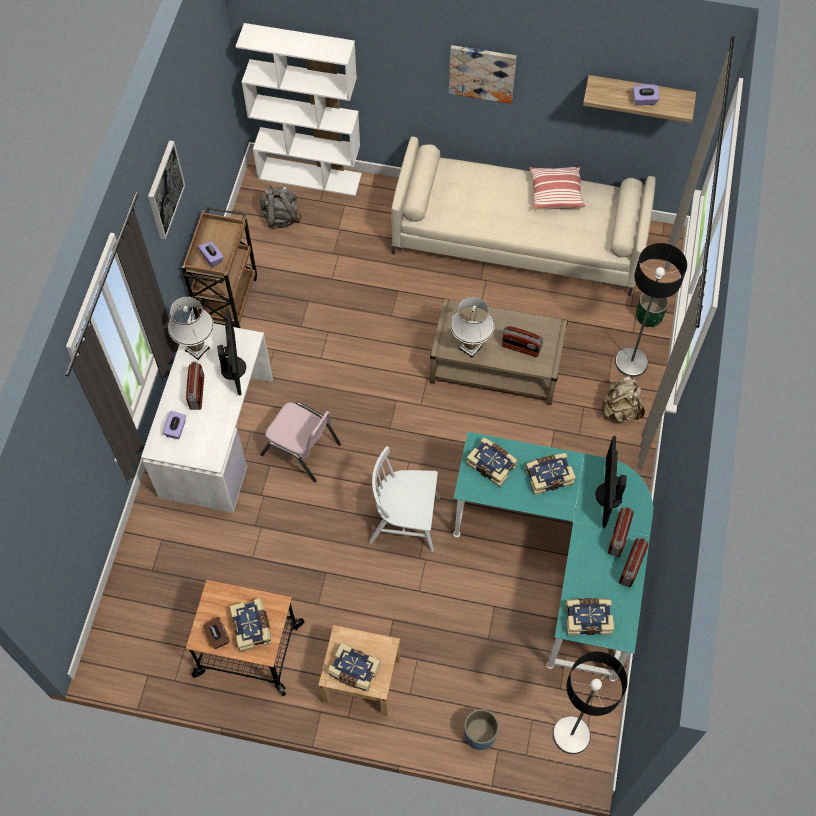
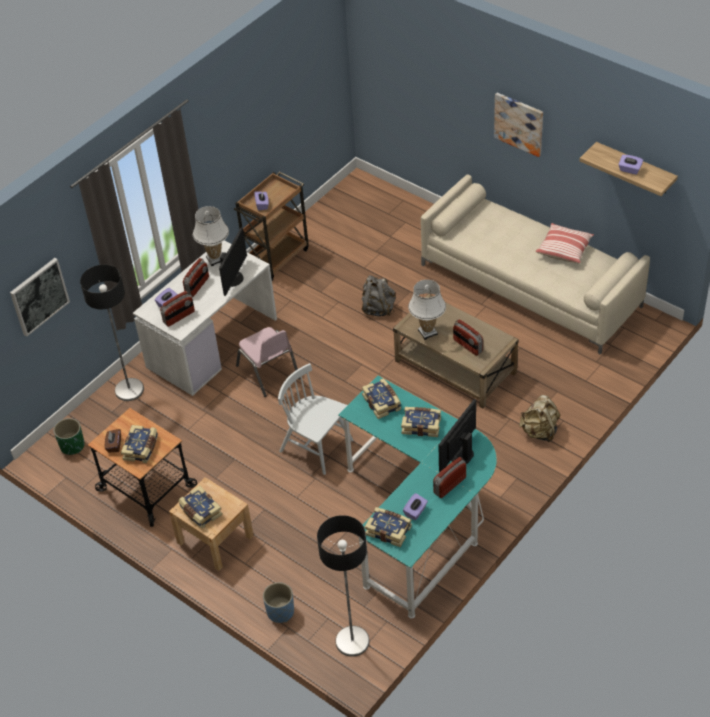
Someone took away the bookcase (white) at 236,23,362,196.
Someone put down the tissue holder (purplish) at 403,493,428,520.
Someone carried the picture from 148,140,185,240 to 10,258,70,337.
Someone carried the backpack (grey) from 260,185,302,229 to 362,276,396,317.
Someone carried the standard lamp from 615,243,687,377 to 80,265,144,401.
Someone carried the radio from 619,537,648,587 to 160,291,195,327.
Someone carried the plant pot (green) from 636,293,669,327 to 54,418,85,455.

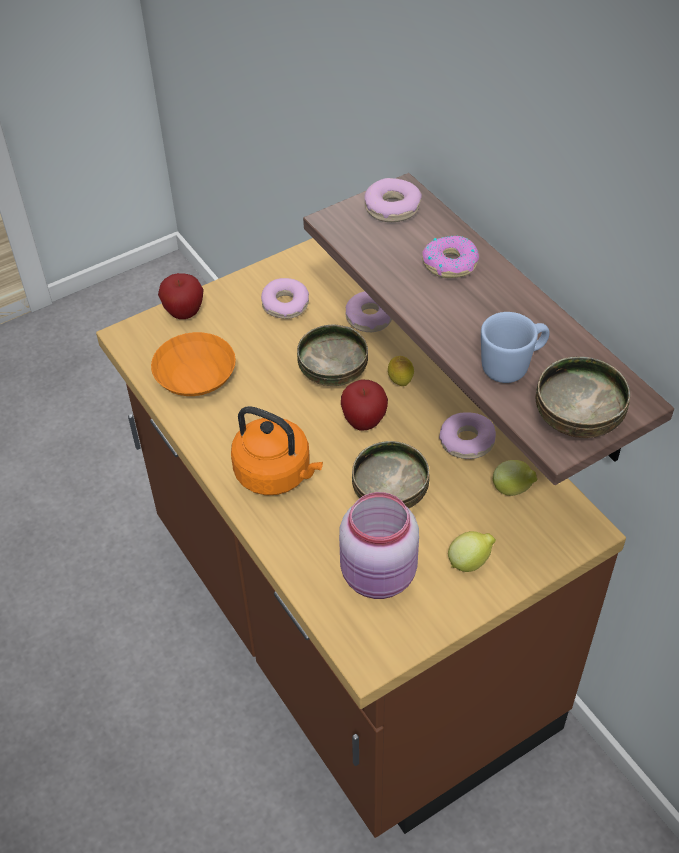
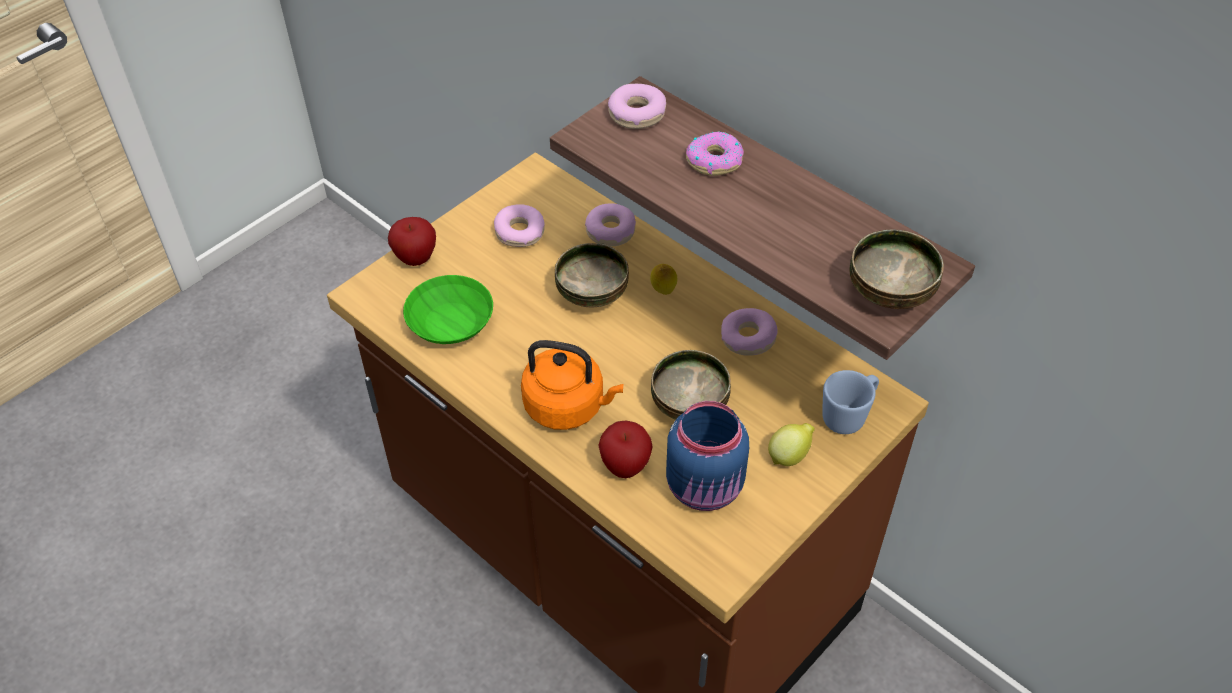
Someone took away the whole lemon at 493,460,537,496.
Someone carried the whole apple from 341,379,388,431 to 598,420,653,478.
Someone carried the tea mug (blue-coloured) from 481,312,550,383 to 822,370,879,434.
Someone repainted the serving bowl (orangey) at 151,332,236,396, which became the serving bowl (green) at 403,275,493,344.
Someone repainted the preserve jar (pink-coloured) at 339,492,419,599, which became the preserve jar (blue-coloured) at 666,401,749,511.

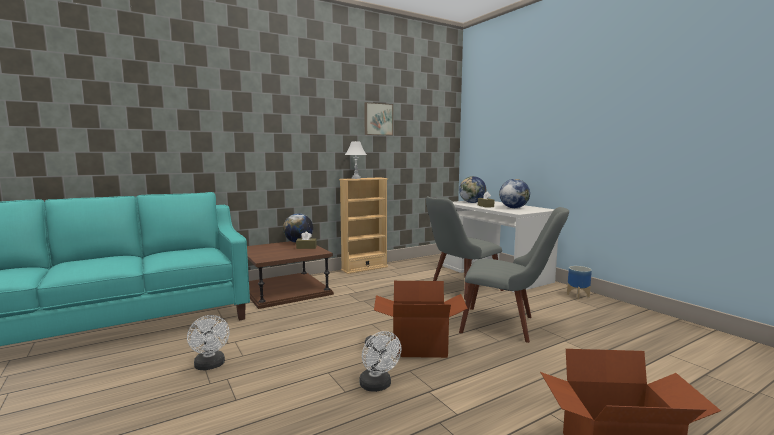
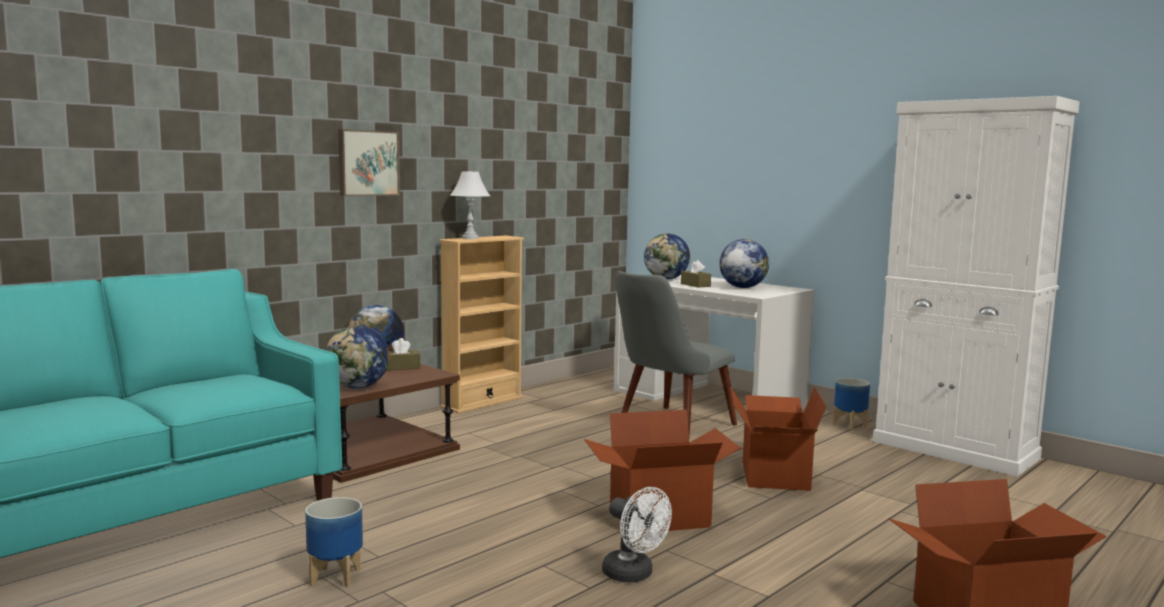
Someone put down the world globe at 325,325,390,389.
Someone put down the cupboard (white) at 873,96,1080,477.
Someone carried the picture from 364,102,393,135 to 338,129,400,196.
Someone swapped the fan (white) at 187,315,230,370 for the plant pot at 305,497,363,588.
Someone swapped the plain chair (grey) at 459,207,569,343 for the carton at 730,386,827,491.

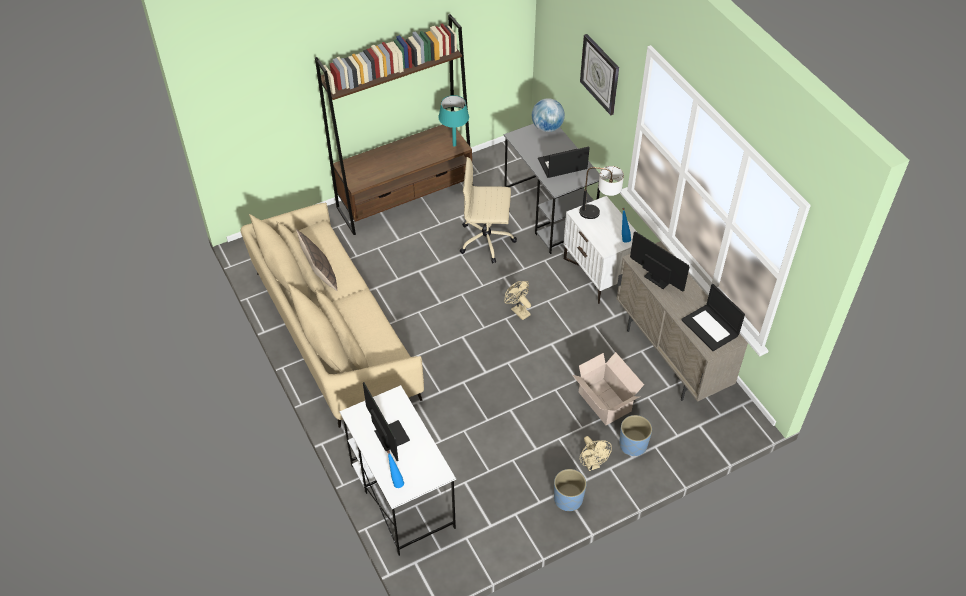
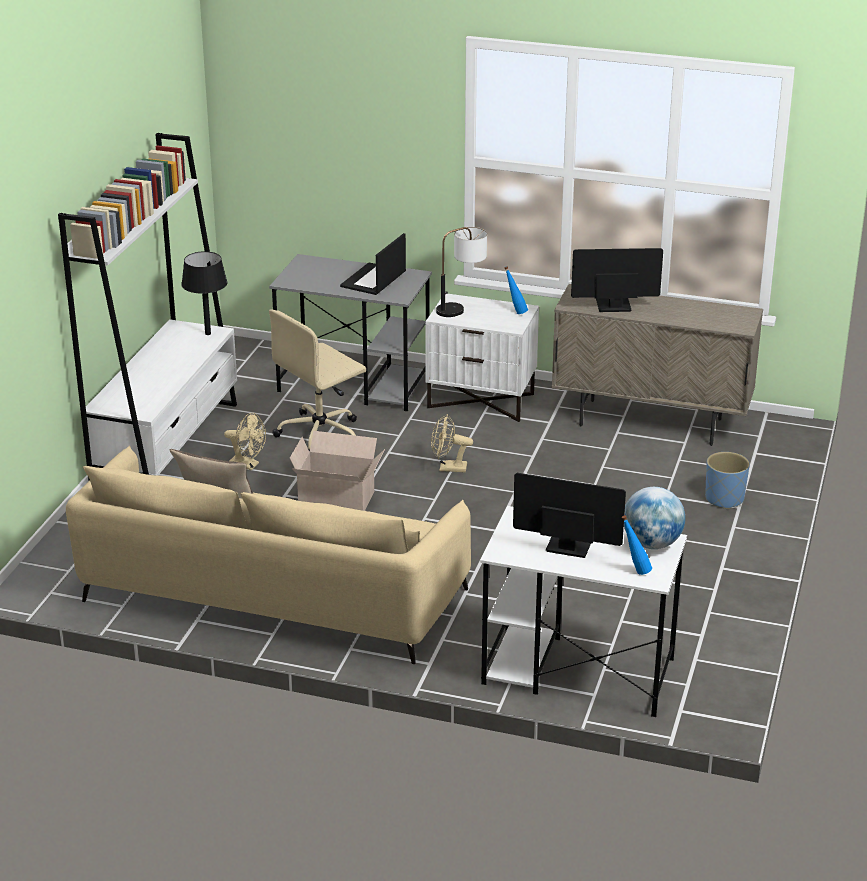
Someone took away the plant pot (blue-coloured) at 554,469,586,511.
Someone took away the clock on the wall at 580,34,619,116.
Someone took away the notebook computer at 681,284,745,351.
Someone carried the world globe from 532,98,565,132 to 624,487,685,549.
Someone carried the carton from 572,352,644,425 to 290,431,385,511.
Someone carried the fan (sand-coloured) from 580,436,612,471 to 224,413,266,471.
Someone repainted the bookcase (brown-coloured) at 315,14,472,235, which became the bookcase (white) at 58,133,237,481.
Someone repainted the lamp for a table (turquoise) at 438,95,469,147, which became the lamp for a table (black-coloured) at 181,251,227,335.

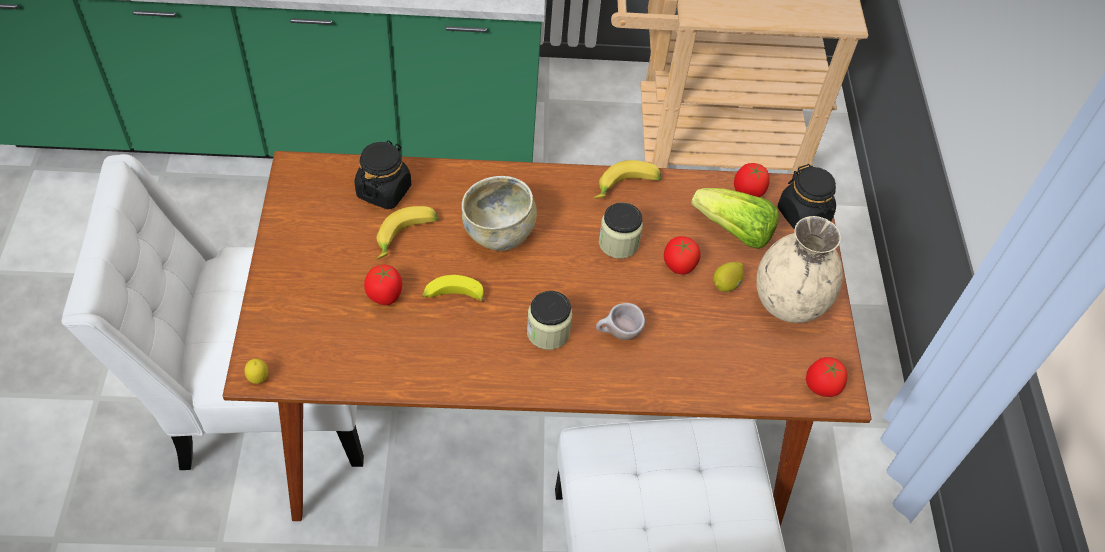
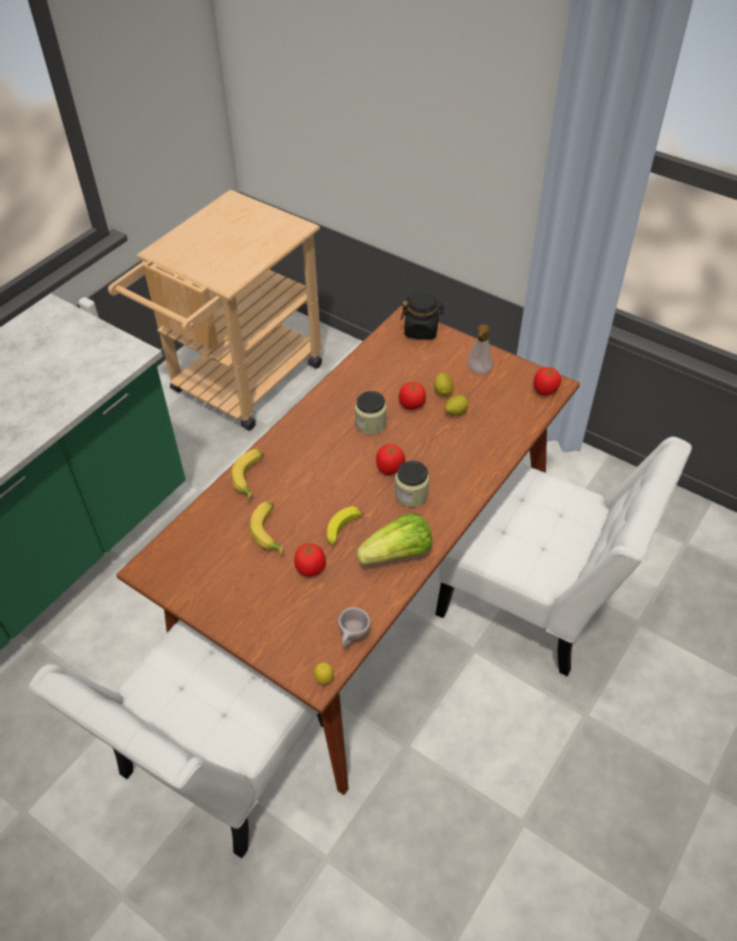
Someone took away the preserve jar (black-coloured) at 354,140,411,209.
Someone took away the serving bowl (sand-coloured) at 462,176,537,251.
Someone put down the whole lemon at 444,395,468,416.
Someone carried the whole banana from 594,160,661,199 to 231,449,264,500.
Someone carried the small cup (sand-coloured) from 596,303,645,340 to 338,607,371,648.
Someone carried the lettuce from 691,188,779,249 to 356,513,432,565.
Someone carried the fresh tomato from 734,163,770,197 to 376,444,405,475.
Someone swapped the flower vase (sand-coloured) at 756,216,843,323 for the soap bottle at 467,324,492,374.

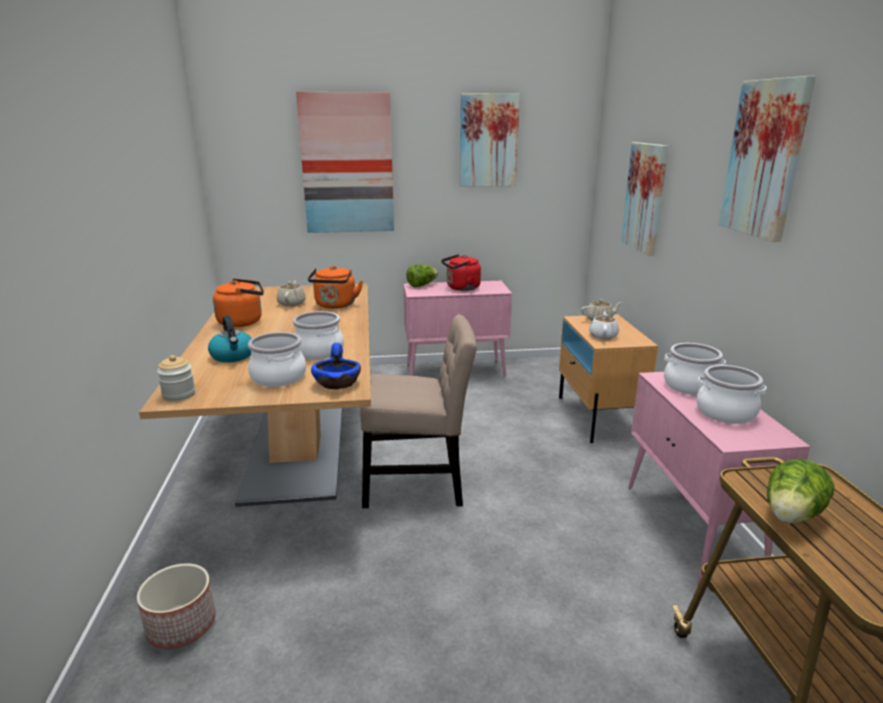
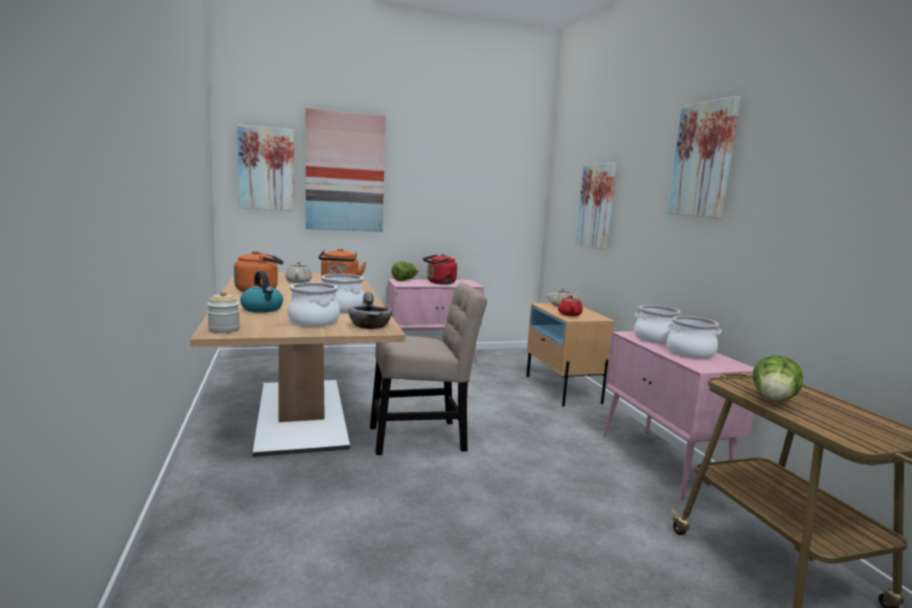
Someone took away the plant pot at 137,563,215,649.
Someone carried the picture from 460,93,520,187 to 237,125,294,211.
Someone repainted the serving bowl (blue-coloured) at 311,343,361,390, which became the serving bowl (grey) at 348,291,392,329.
Someone repainted the tea pot (white) at 589,311,619,339, which became the tea pot (red) at 558,296,583,316.

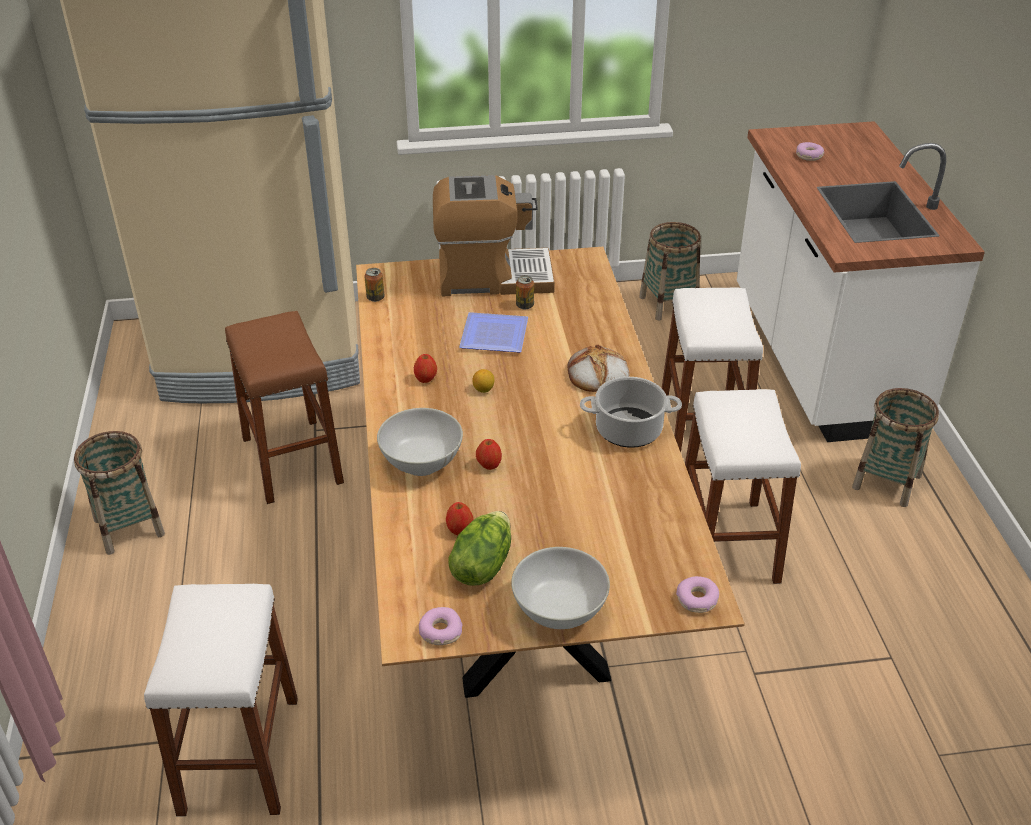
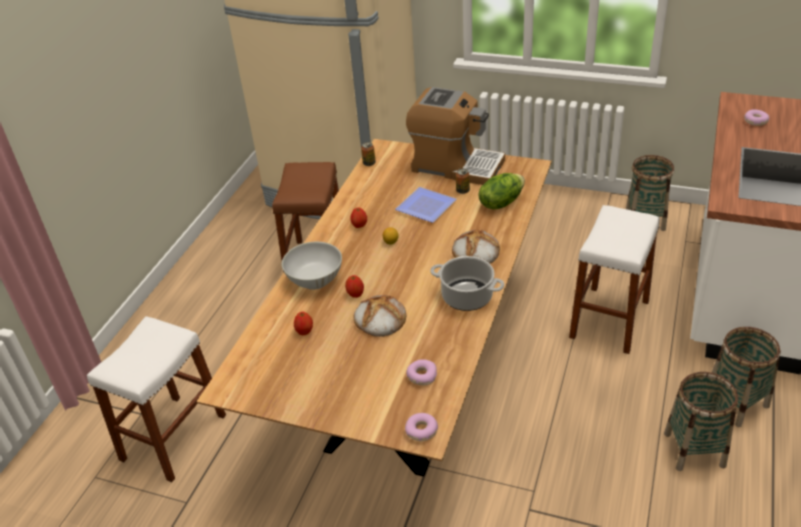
Someone took away the serving bowl (white) at 511,547,610,629.
Someone took away the sitting stool (white) at 685,389,801,584.
Someone put down the bakery bread at 353,295,406,337.
Someone carried the basket from 74,431,165,555 to 664,372,738,471.
Someone carried the doughnut from 419,607,462,645 to 406,359,437,385.
Someone carried the lettuce from 448,511,511,586 to 479,173,525,210.

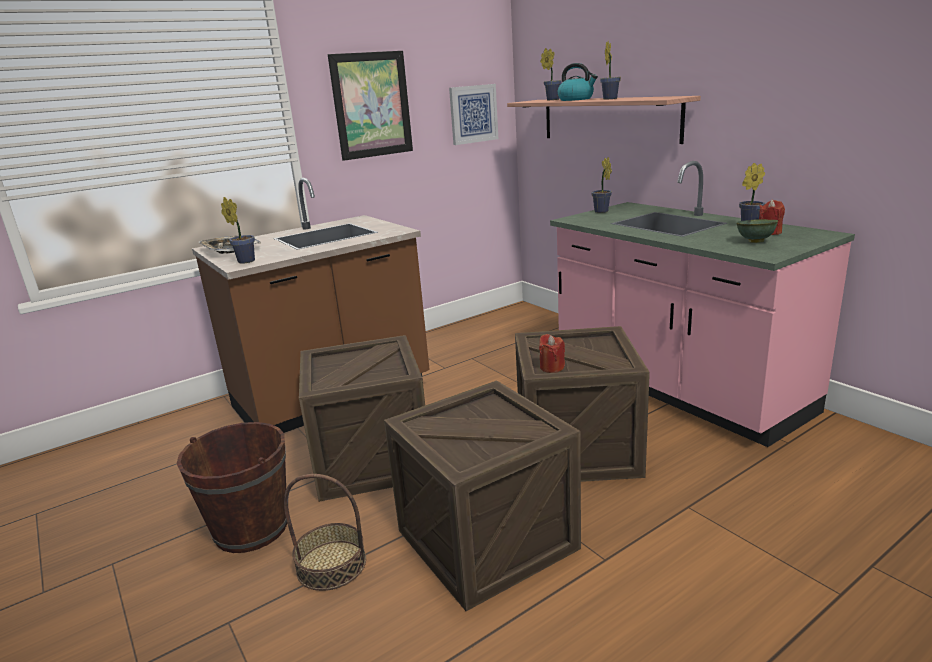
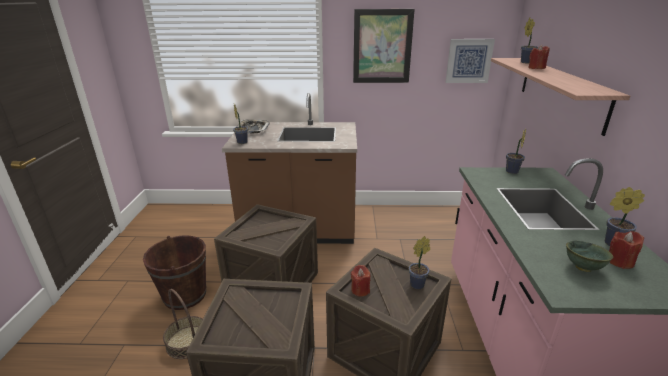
Someone carried the houseplant from 600,41,621,100 to 409,236,430,289.
Someone swapped the kettle at 558,63,598,101 for the wax light (red) at 528,45,550,69.

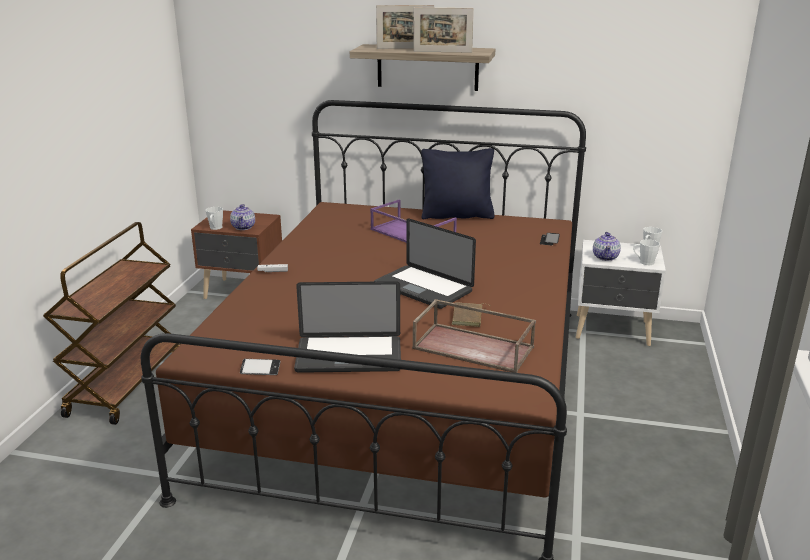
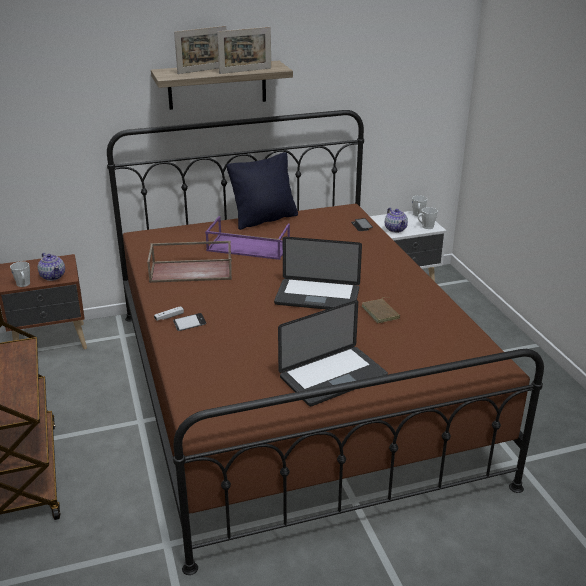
Someone carried the phone from 240,359,281,375 to 173,313,206,331.
Someone carried the serving tray (brown-coloured) from 412,299,536,373 to 147,241,232,283.

